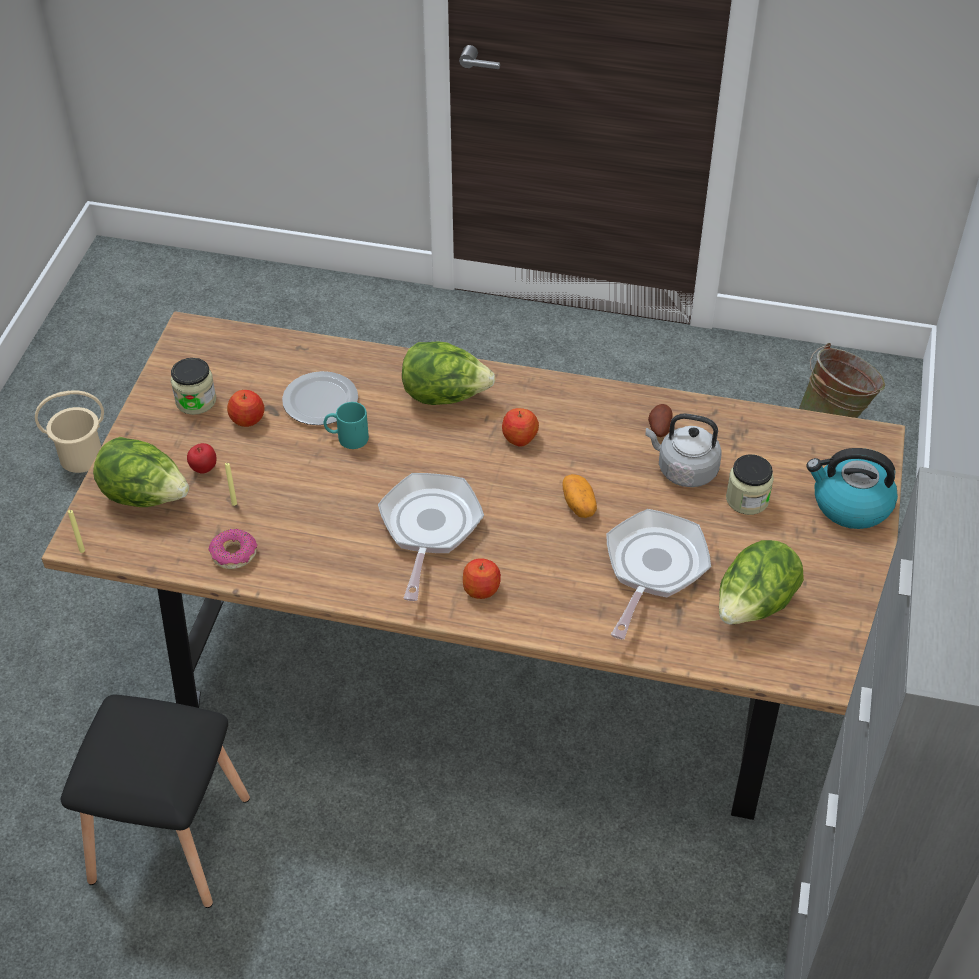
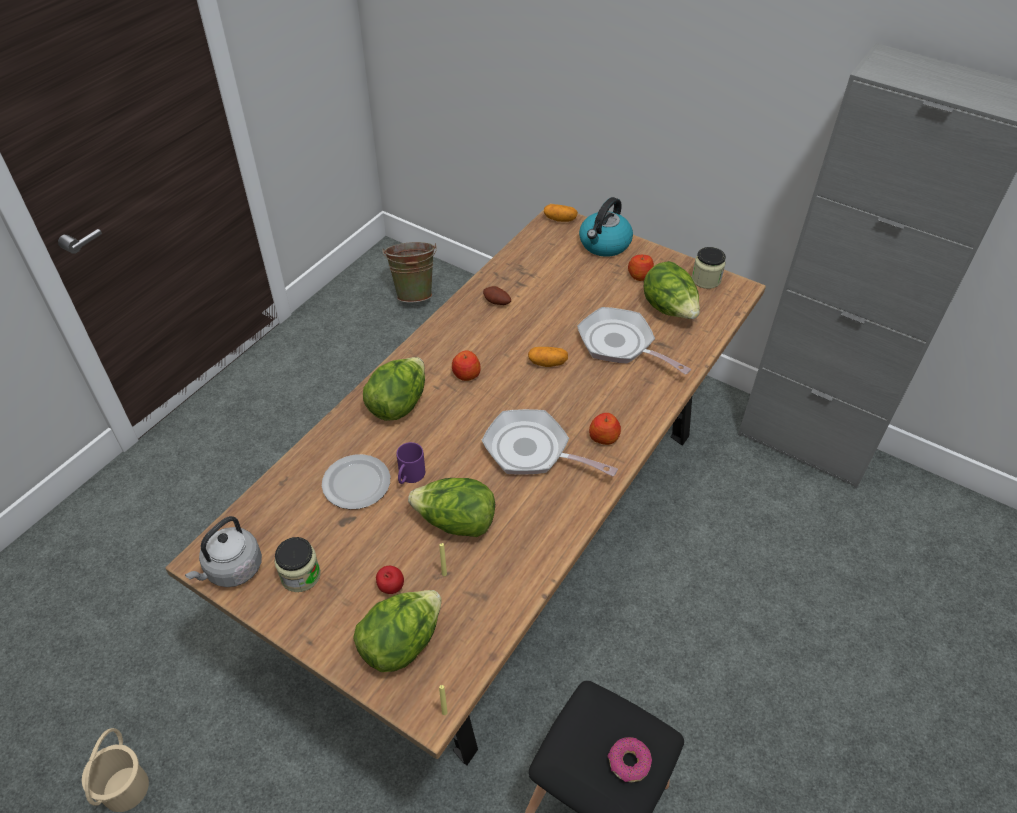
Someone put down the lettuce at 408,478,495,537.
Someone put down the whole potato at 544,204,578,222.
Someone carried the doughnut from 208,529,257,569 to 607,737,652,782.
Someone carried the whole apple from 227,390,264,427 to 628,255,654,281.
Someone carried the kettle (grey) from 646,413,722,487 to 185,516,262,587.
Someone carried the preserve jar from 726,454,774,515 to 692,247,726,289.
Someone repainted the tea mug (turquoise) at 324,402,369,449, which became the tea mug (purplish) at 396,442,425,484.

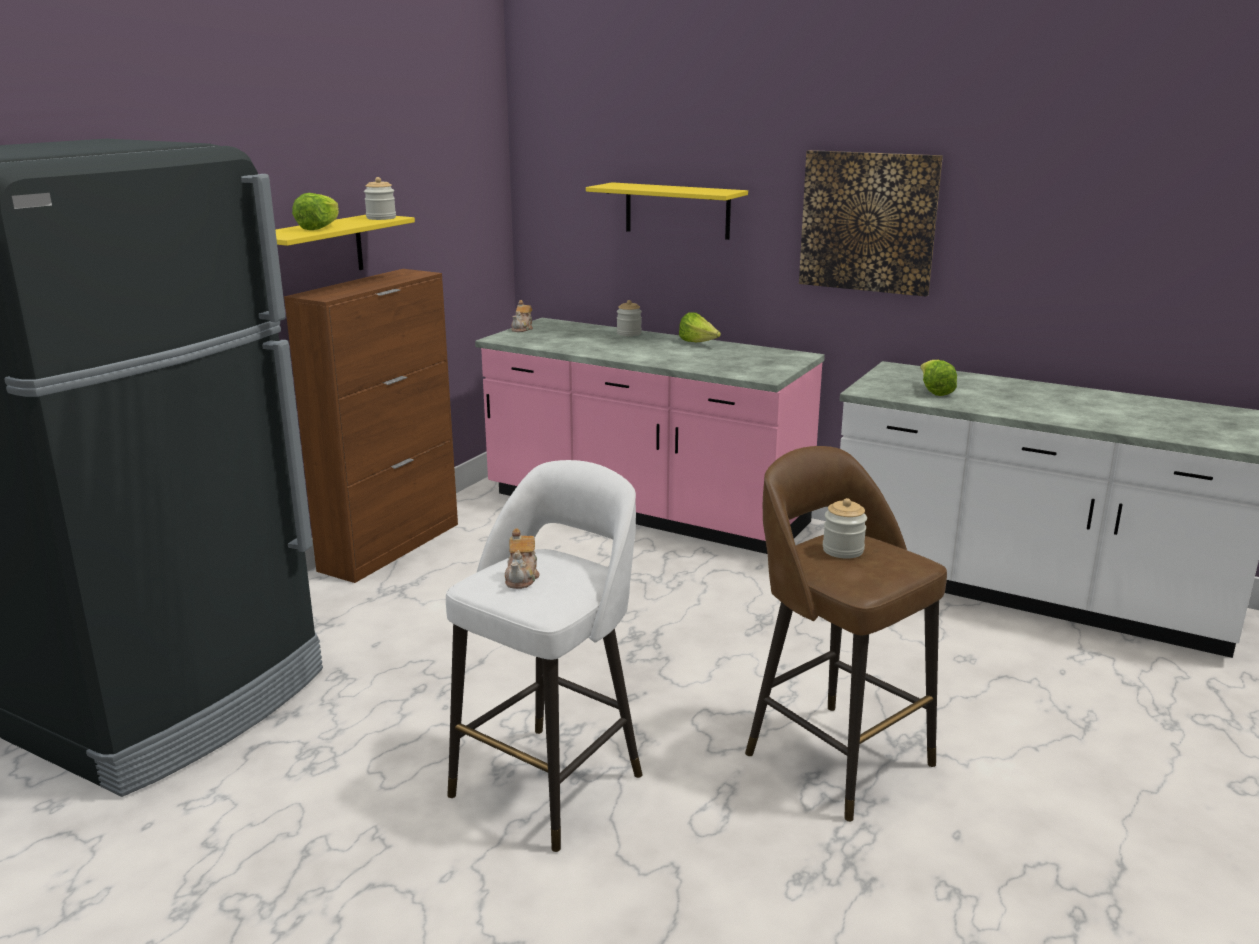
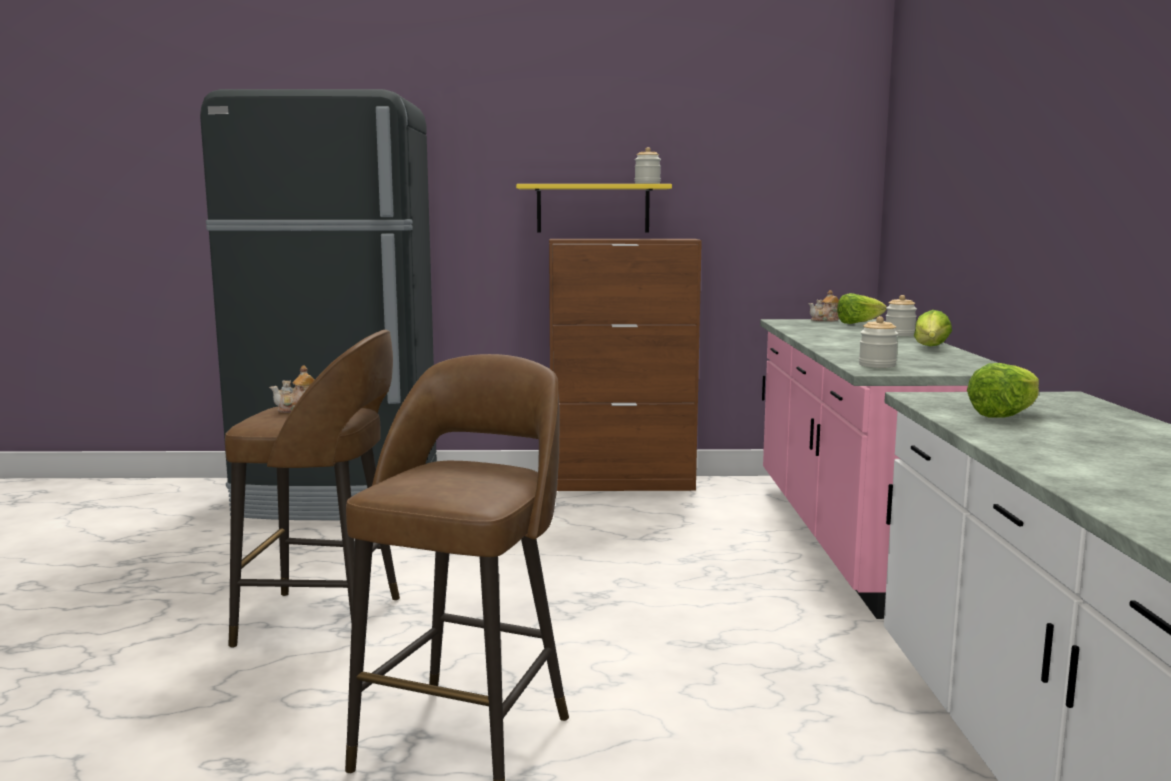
Someone took away the bracket shelf (yellowish) at 586,182,748,240.
Someone took away the picture at 799,150,943,297.
Someone carried the lettuce from 292,193,339,230 to 837,293,887,324.
Someone carried the preserve jar from 823,498,867,559 to 859,316,898,368.
Someone repainted the sitting stool (white) at 446,460,643,852, which became the sitting stool (brown-coloured) at 225,330,400,648.

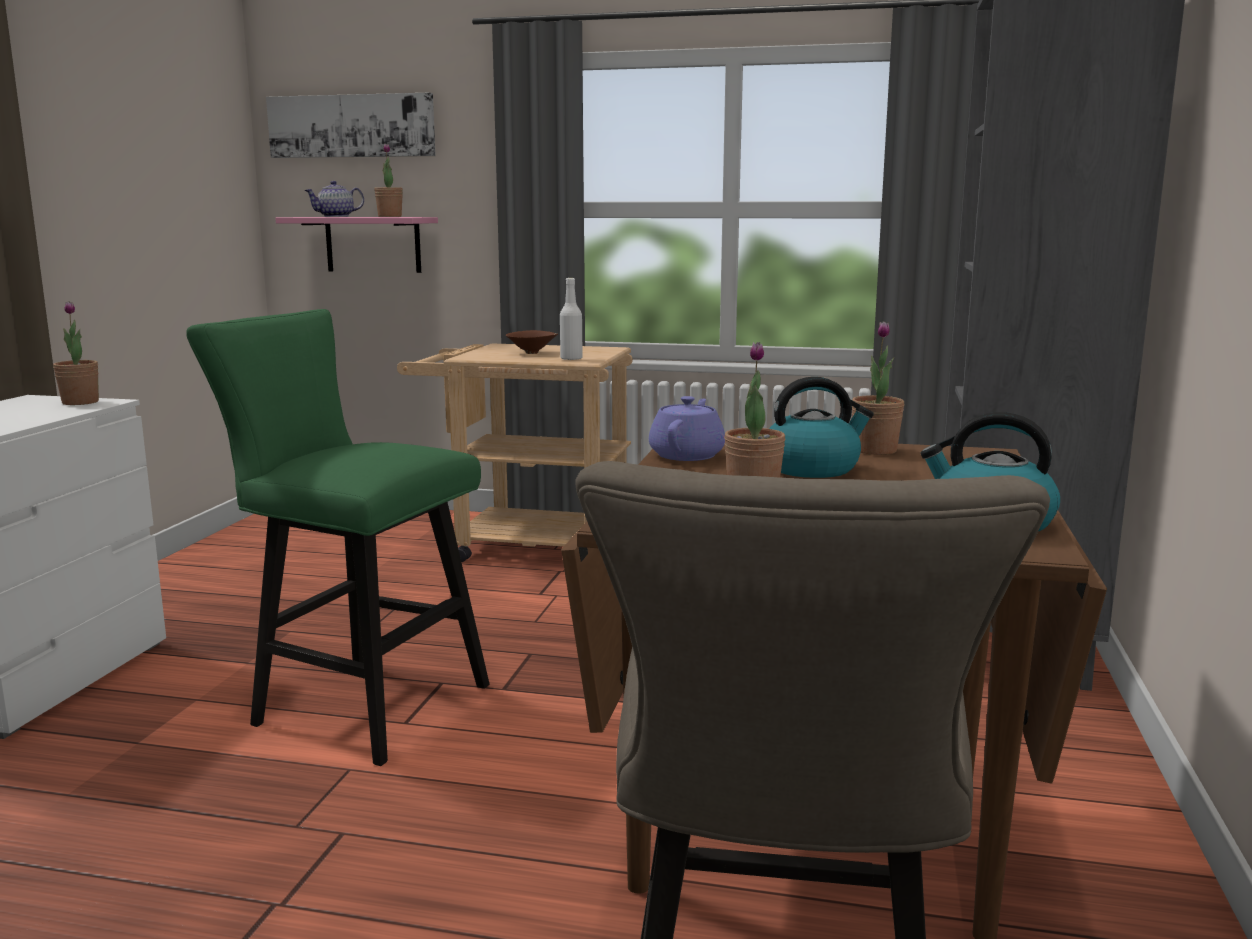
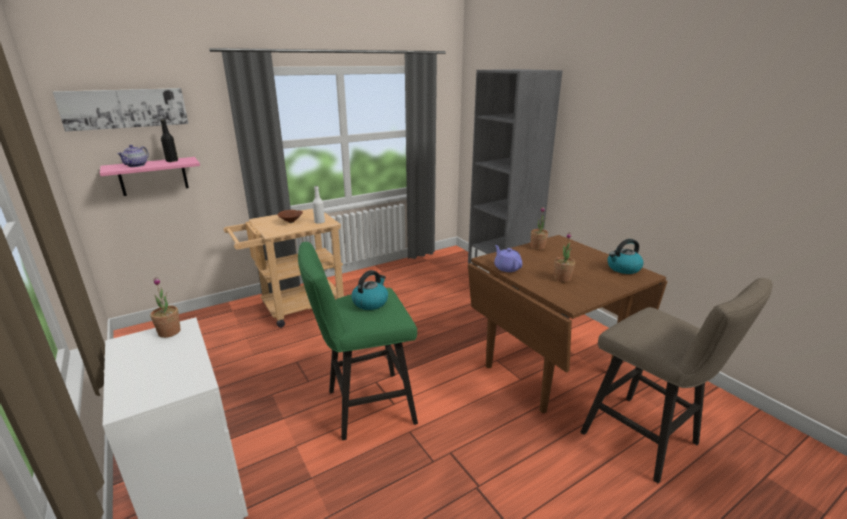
Someone carried the kettle from 769,377,874,478 to 351,270,388,310.
Someone swapped the houseplant at 374,144,403,217 for the drink bottle (black-coloured) at 160,120,178,162.

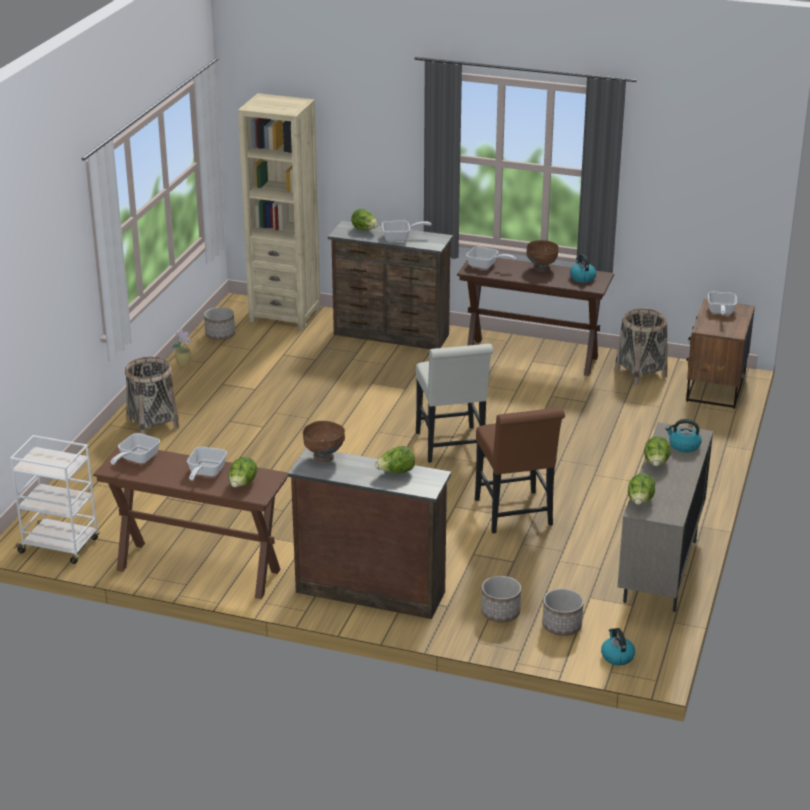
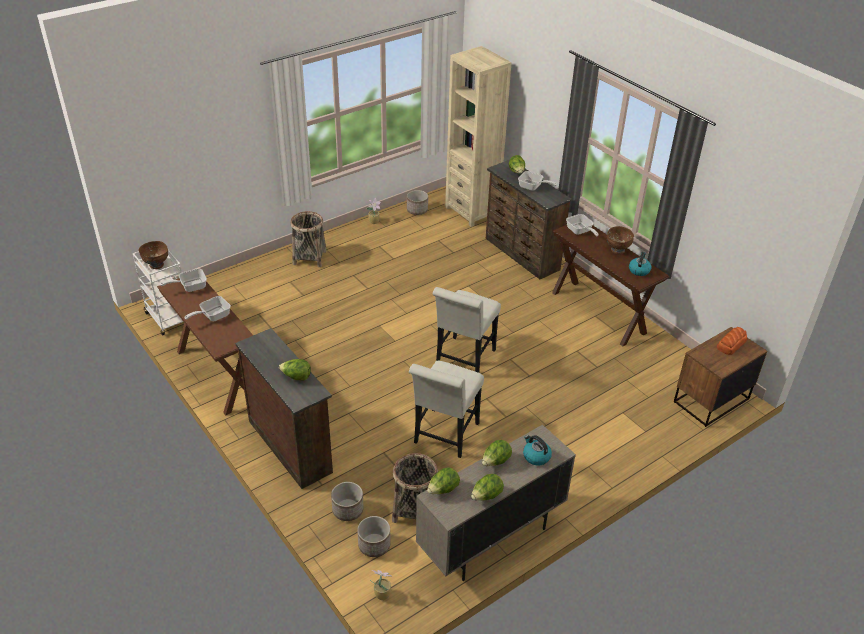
Someone carried the lettuce from 228,457,258,487 to 471,474,504,500.
Someone carried the serving bowl (brown-coloured) from 303,421,345,462 to 139,241,168,269.
Someone carried the basket from 615,309,667,385 to 392,453,438,523.
Someone swapped the kettle at 601,628,635,665 for the houseplant at 370,570,393,600.
Someone swapped the skillet at 708,292,737,315 for the bakery bread at 717,327,747,355.
Someone repainted the plain chair (brown-coloured) at 475,407,565,533, which became the plain chair (white) at 409,361,484,458.

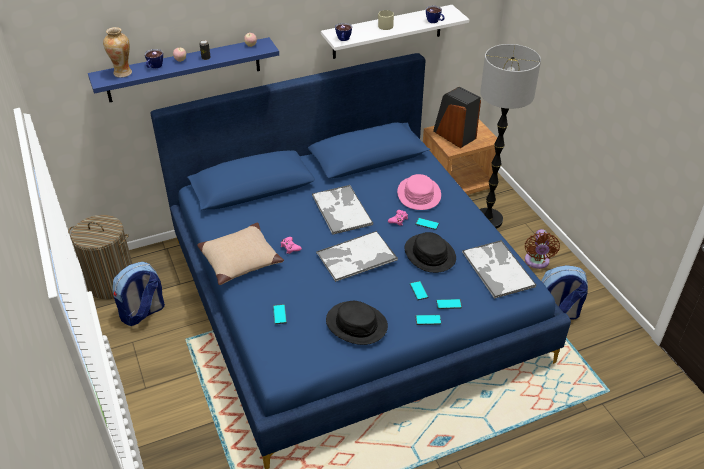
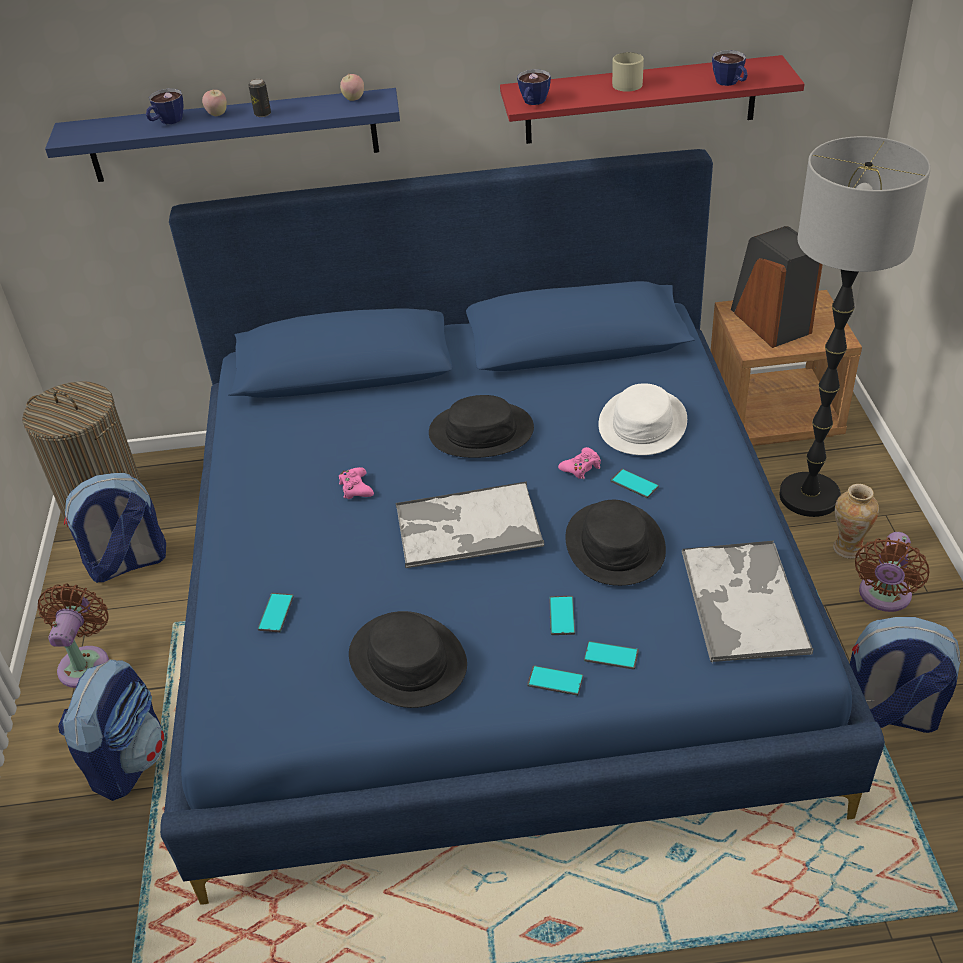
Someone took away the cushion (sand-coloured) at 197,223,284,285.
Someone put down the fan (brown-coloured) at 37,584,109,688.
Someone put down the backpack at 58,659,165,801.
Someone carried the flower vase from 103,27,132,78 to 833,484,879,559.
Someone swapped the serving tray at 312,185,373,235 for the hat (black-coloured) at 429,395,534,458.
Someone repainted the bracket shelf (white) at 321,5,469,59, which became the bracket shelf (red) at 500,55,805,144.
Someone repainted the hat (pink-coloured) at 397,174,441,210, which became the hat (white) at 598,383,687,455.

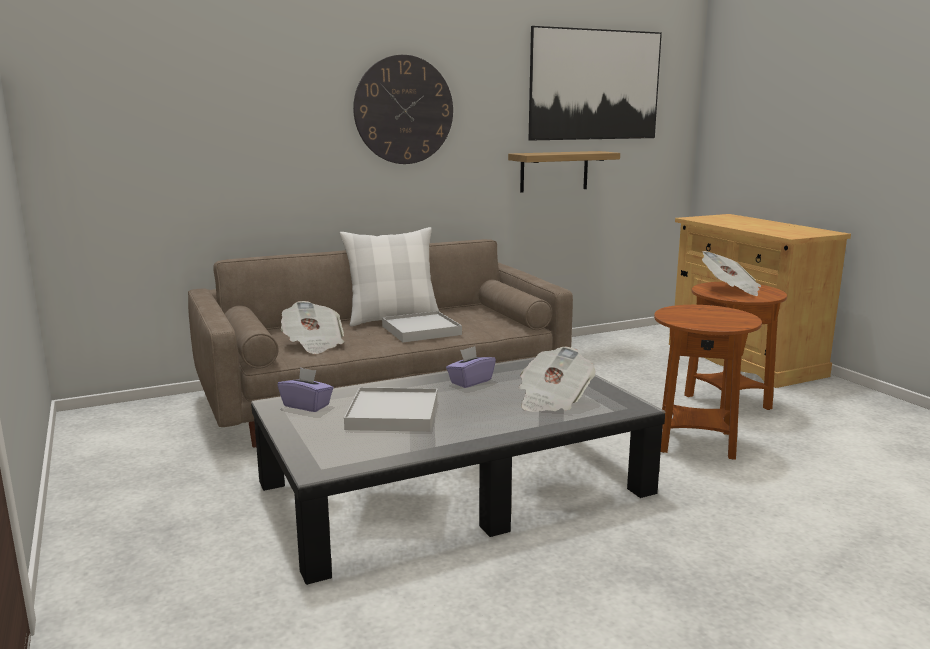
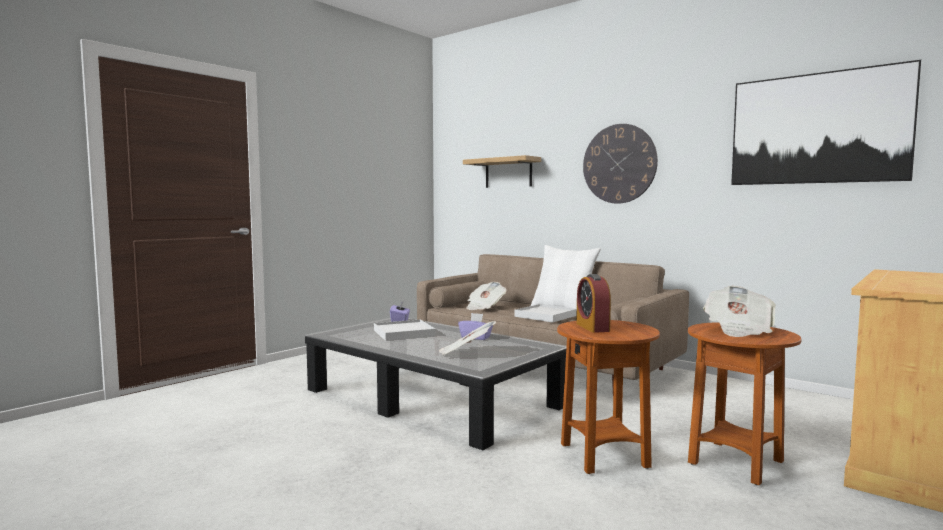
Someone put down the table clock at 576,274,611,333.
Someone carried the bracket shelf from 508,151,620,193 to 463,155,541,188.

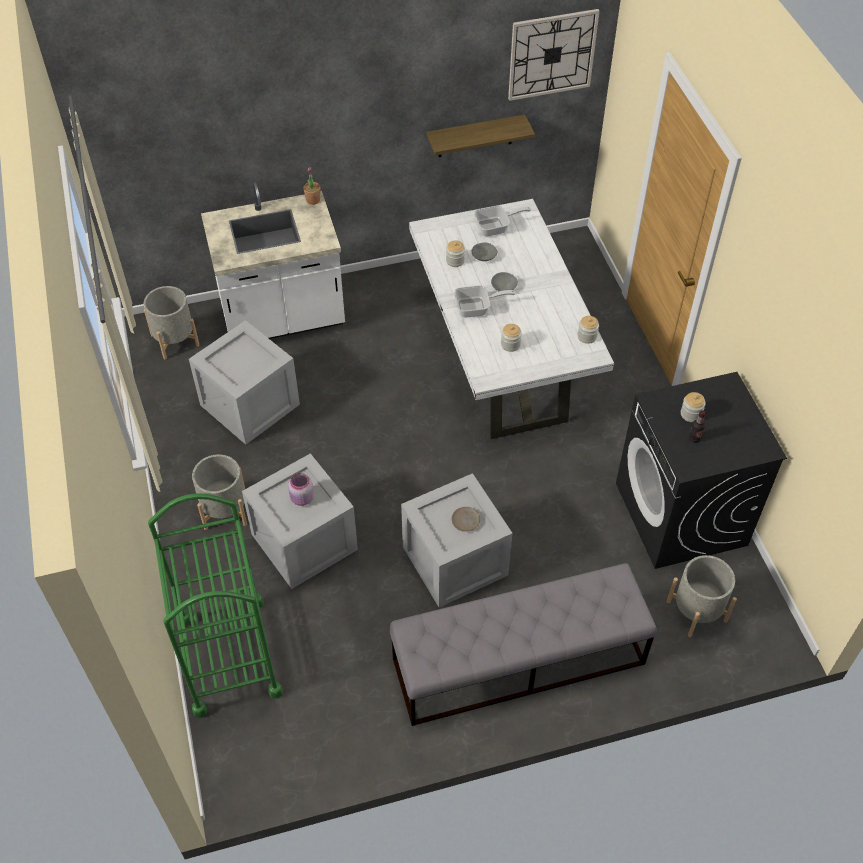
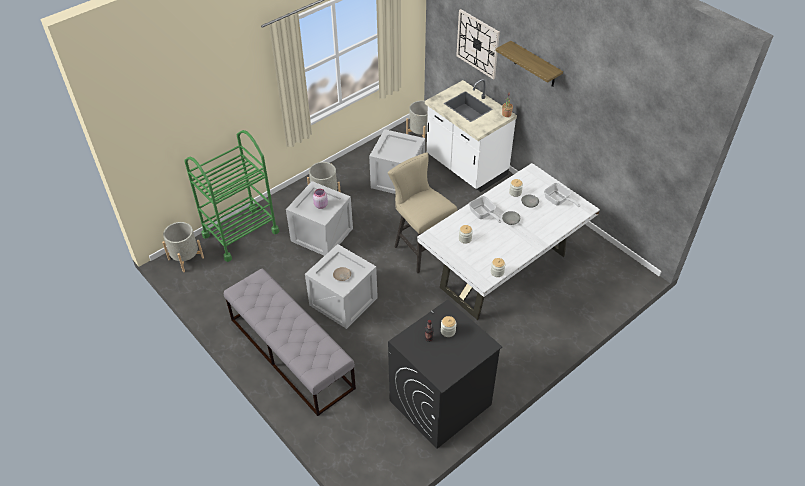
Someone put down the sitting stool (sand-coloured) at 388,152,457,273.
Someone carried the bracket shelf from 426,114,535,157 to 495,41,563,87.
Someone carried the clock on the wall from 508,9,600,101 to 456,9,500,79.
Someone carried the plant pot (grey) from 667,555,737,637 to 162,222,204,272.

